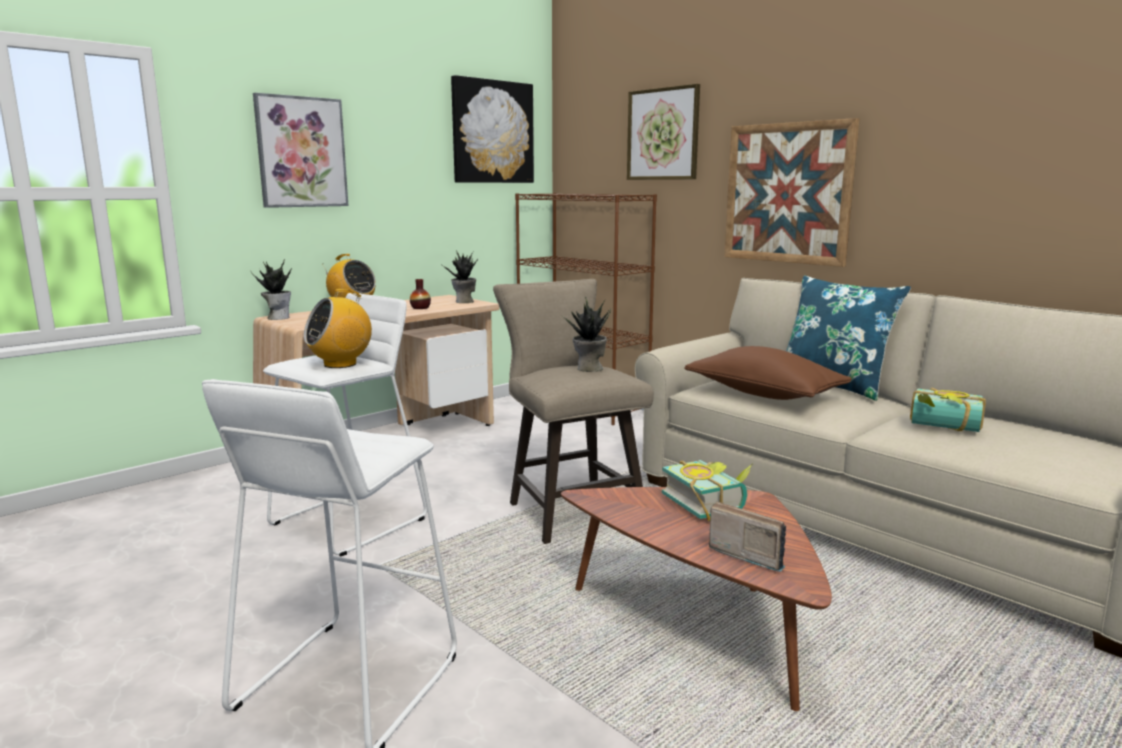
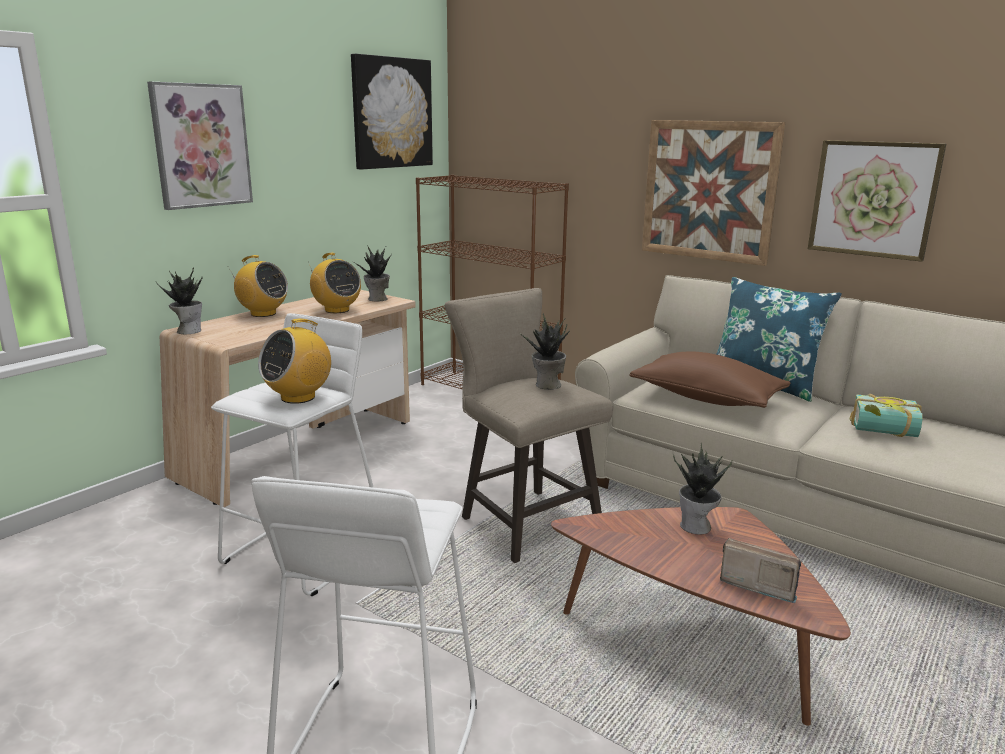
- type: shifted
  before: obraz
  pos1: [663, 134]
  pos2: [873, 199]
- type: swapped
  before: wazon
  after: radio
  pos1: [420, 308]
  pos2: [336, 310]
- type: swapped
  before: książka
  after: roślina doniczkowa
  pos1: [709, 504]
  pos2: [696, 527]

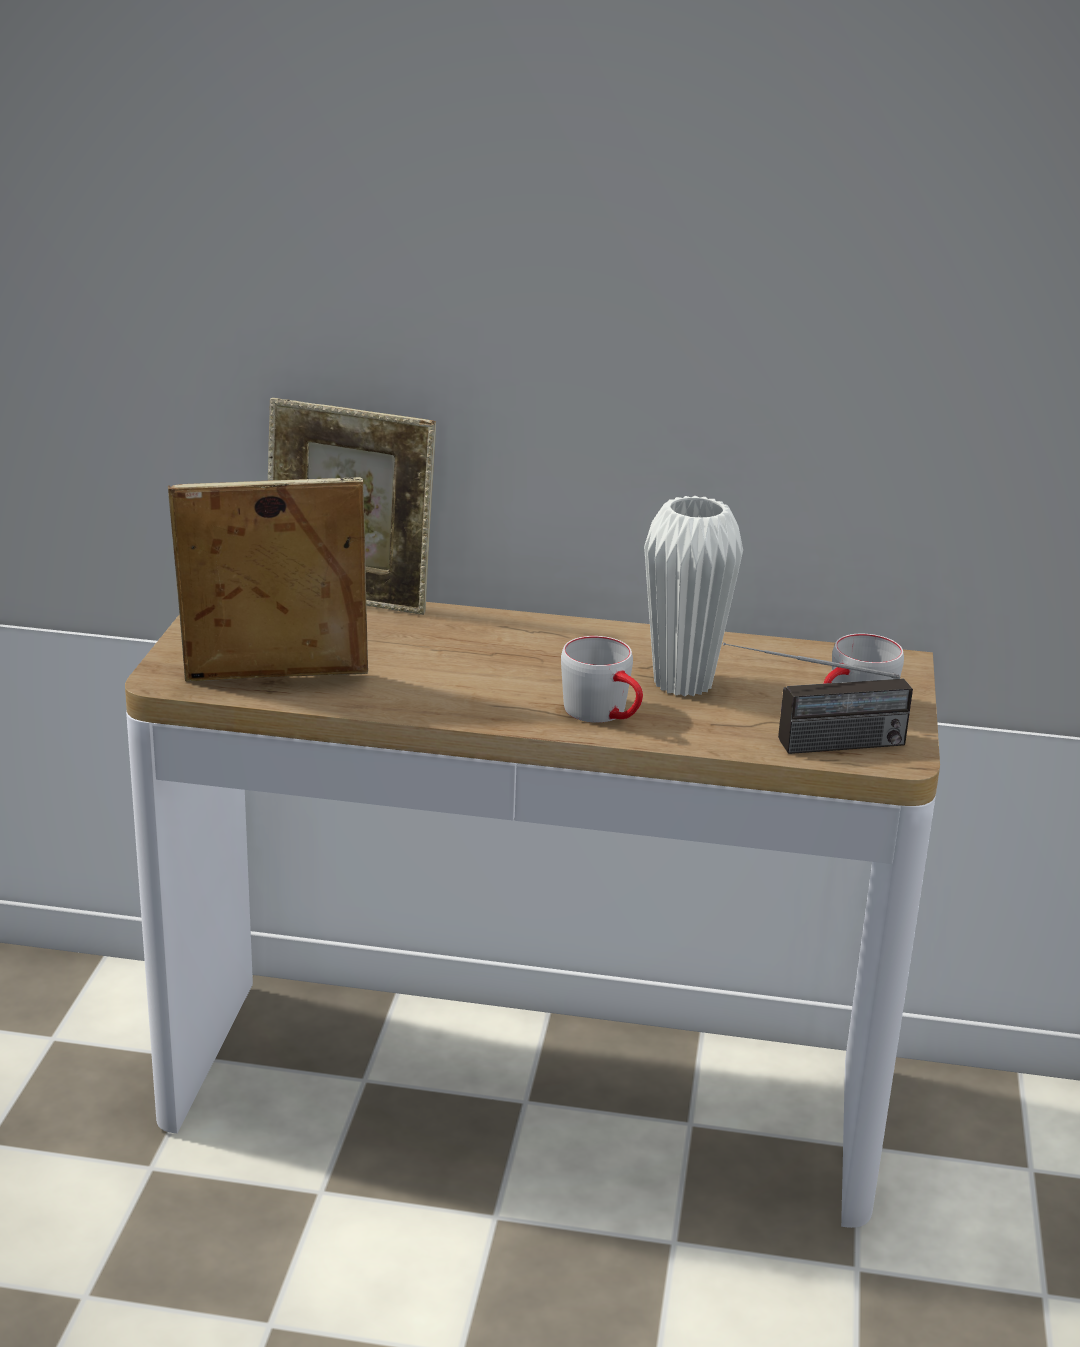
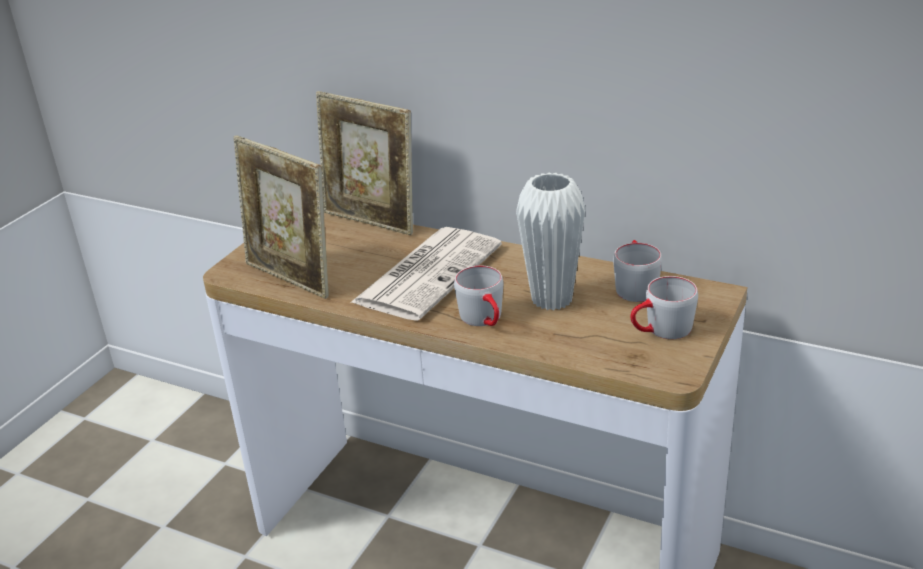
- type: rotated
  before: ramka na zdjęcie
  pos1: [274, 681]
  pos2: [291, 278]
  turn: -150
- type: gone
  before: radio
  pos1: [810, 746]
- type: new
  after: gazeta
  pos2: [428, 273]
- type: new
  after: kubek (szary)
  pos2: [634, 285]

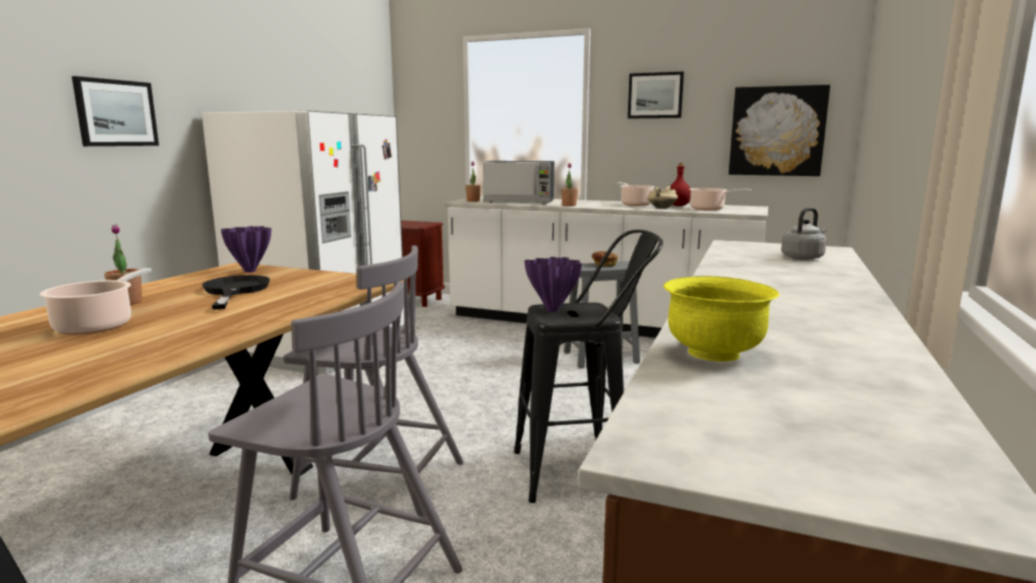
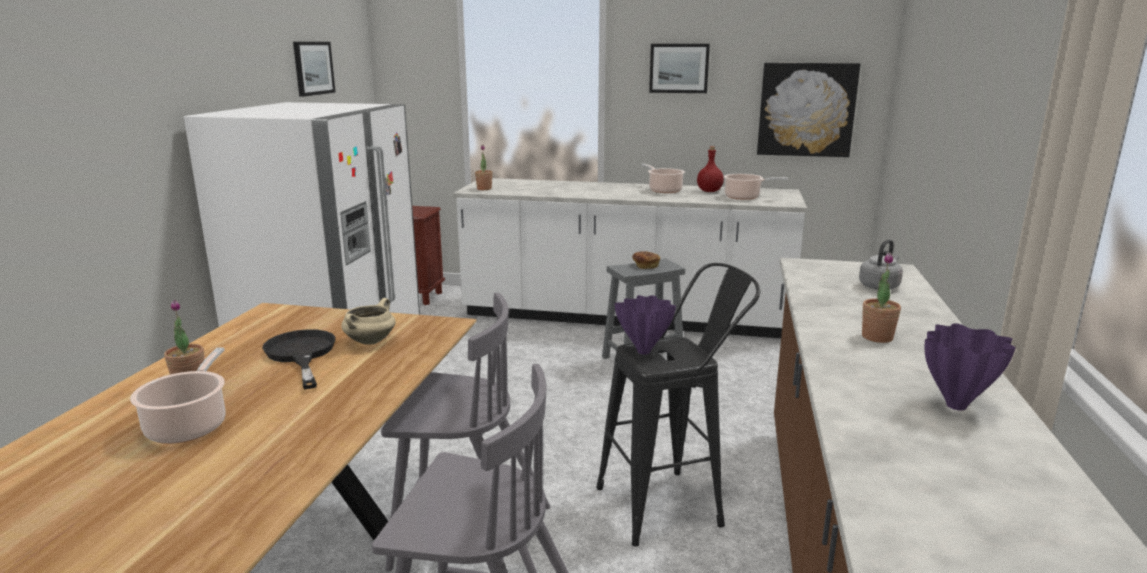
- type: shifted
  before: obraz
  pos1: [116, 113]
  pos2: [313, 68]
- type: gone
  before: mikrofalówka
  pos1: [519, 202]
- type: shifted
  before: roślina doniczkowa
  pos1: [569, 205]
  pos2: [877, 337]
- type: shifted
  before: garnek (beżowy)
  pos1: [661, 208]
  pos2: [370, 341]
- type: shifted
  before: wazon (fioletowy)
  pos1: [250, 271]
  pos2: [958, 406]
- type: gone
  before: miska (żółty)
  pos1: [715, 353]

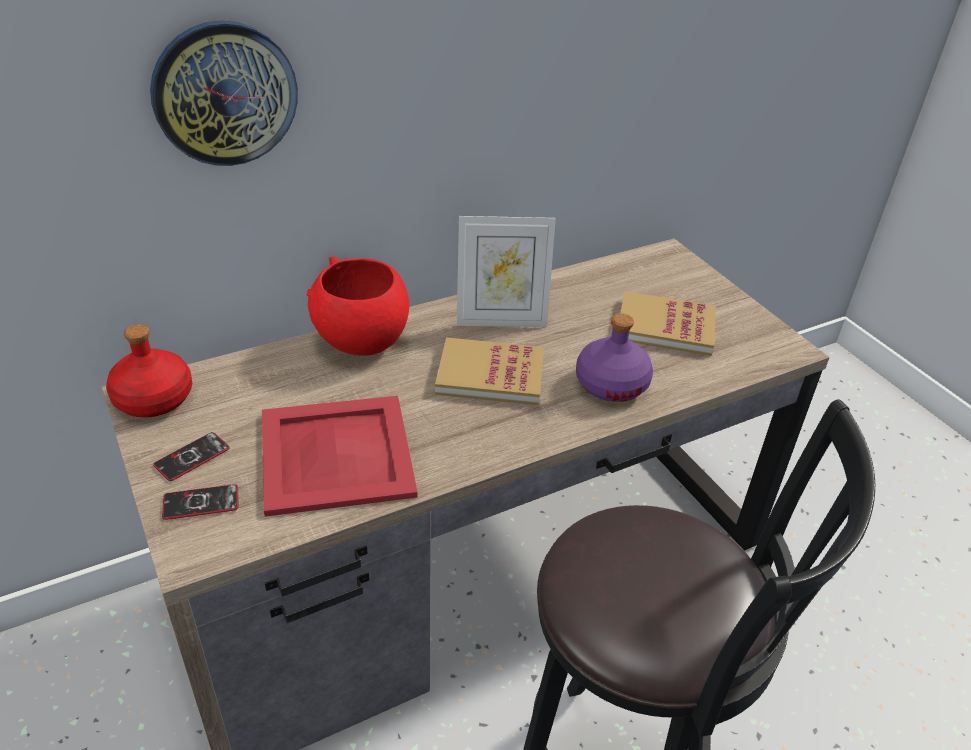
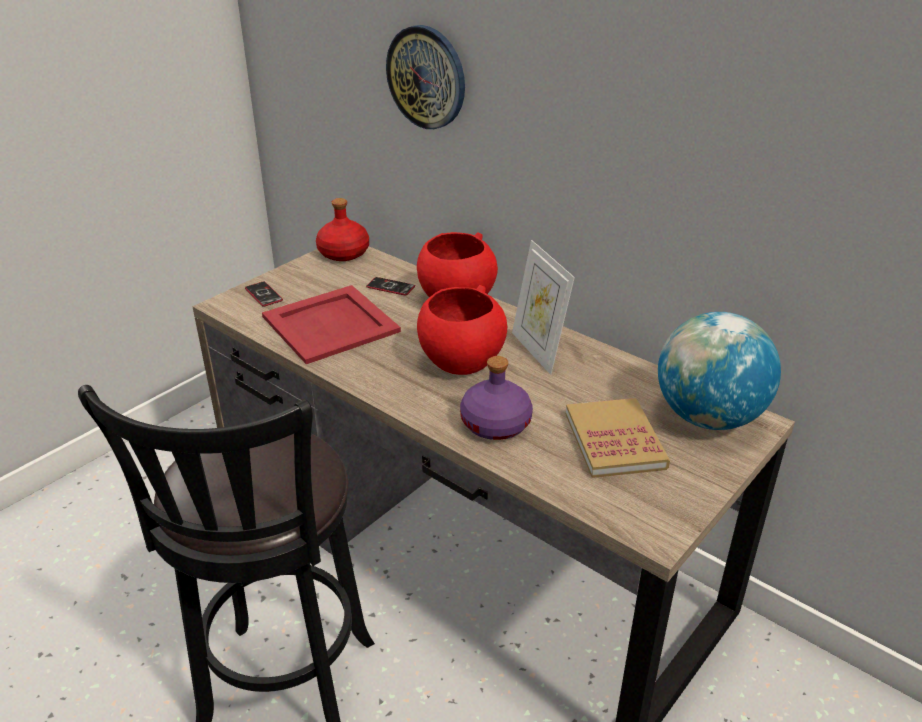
- type: swapped
  before: książka
  after: miska (czerwony)
  pos1: [490, 374]
  pos2: [461, 362]
- type: shifted
  before: telefon
  pos1: [192, 457]
  pos2: [390, 287]
- type: new
  after: globus
  pos2: [708, 417]

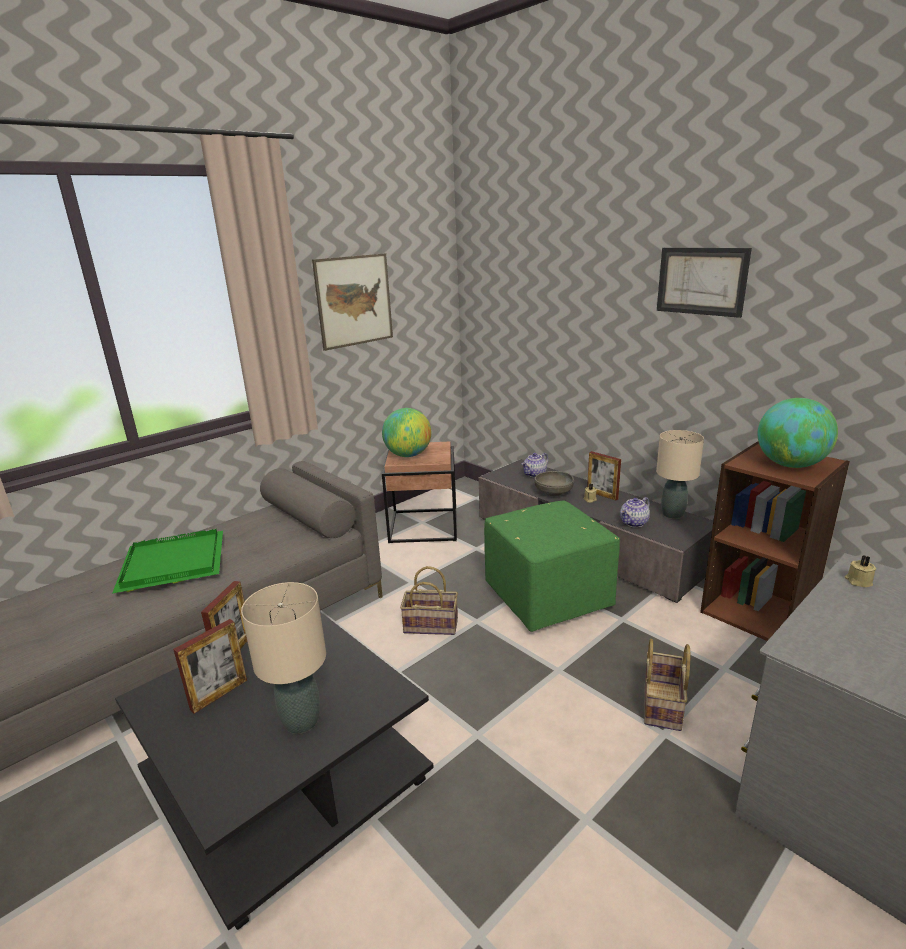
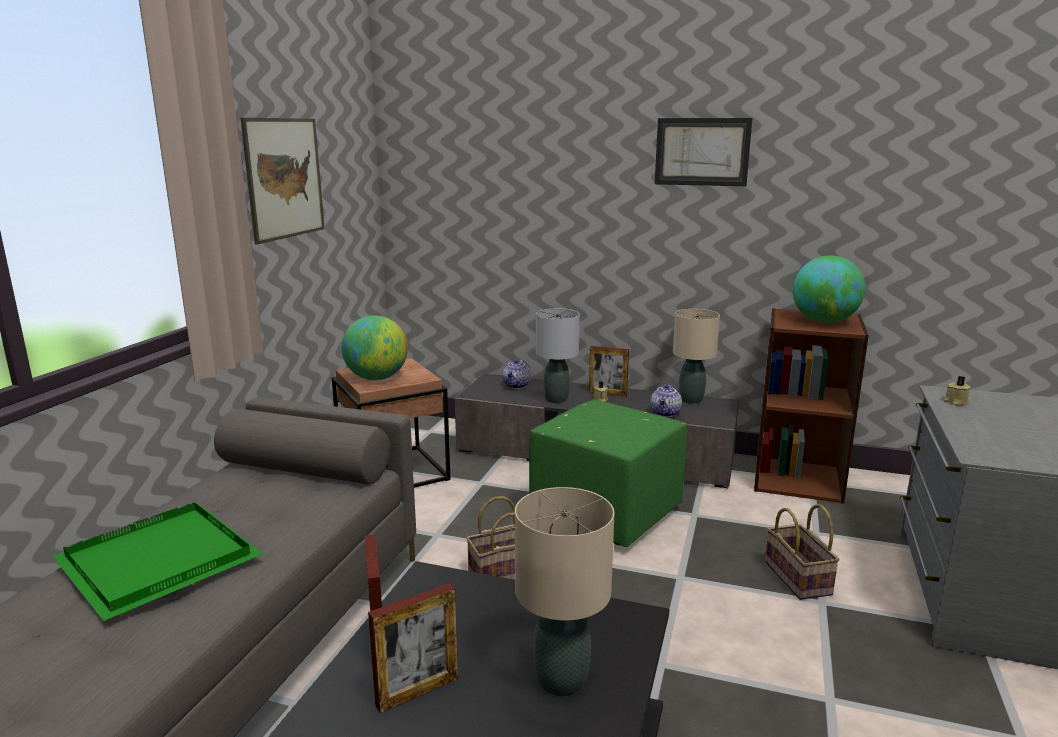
- type: swapped
  before: miska (szary)
  after: lampa stołowa (szary)
  pos1: [554, 492]
  pos2: [556, 399]
- type: rotated
  before: ramka na zdjęcie
  pos1: [219, 694]
  pos2: [417, 692]
  turn: 45

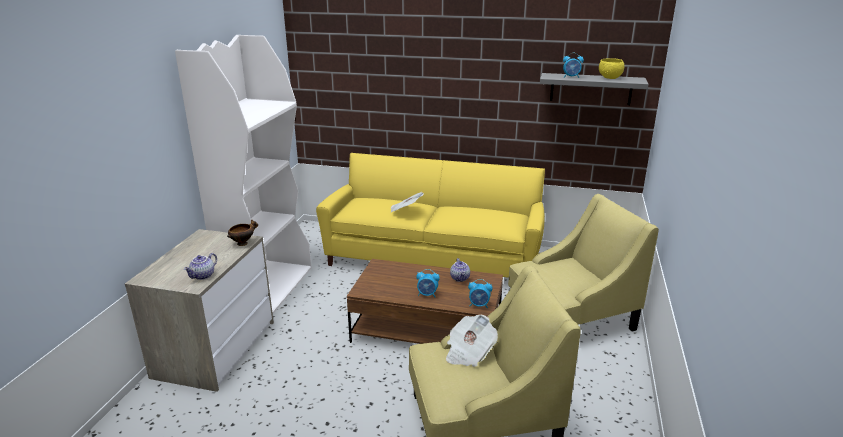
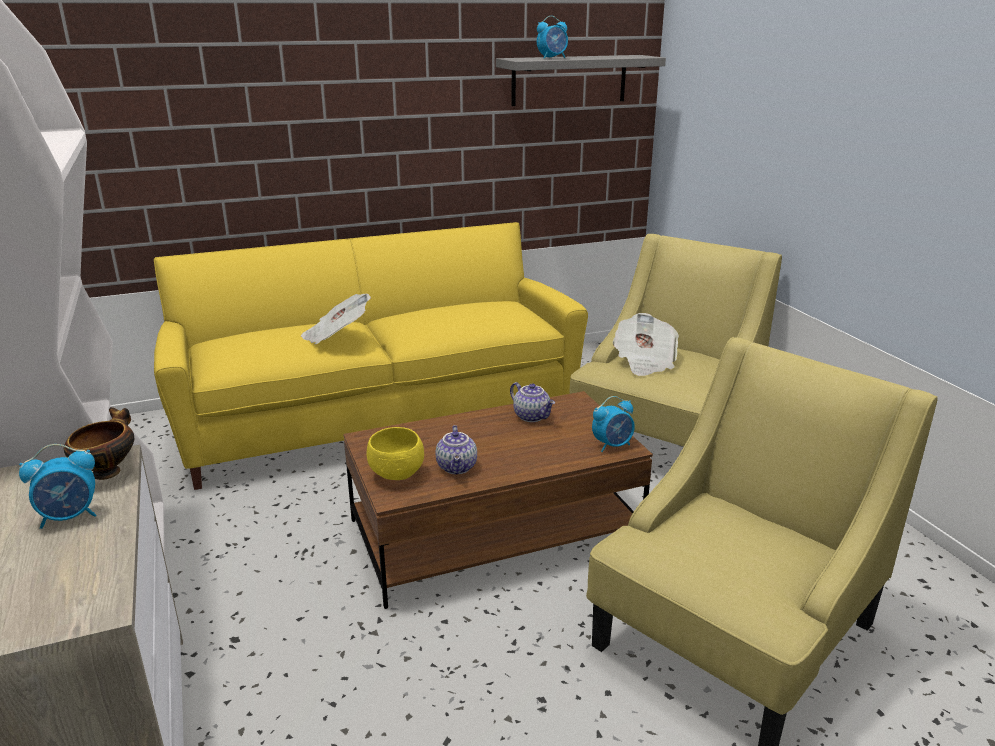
- type: shifted
  before: miska (żółty)
  pos1: [610, 78]
  pos2: [398, 475]
- type: shifted
  before: imbryk
  pos1: [203, 276]
  pos2: [457, 467]
- type: shifted
  before: budzik
  pos1: [427, 294]
  pos2: [70, 517]
- type: shifted
  before: gazeta
  pos1: [469, 352]
  pos2: [644, 362]

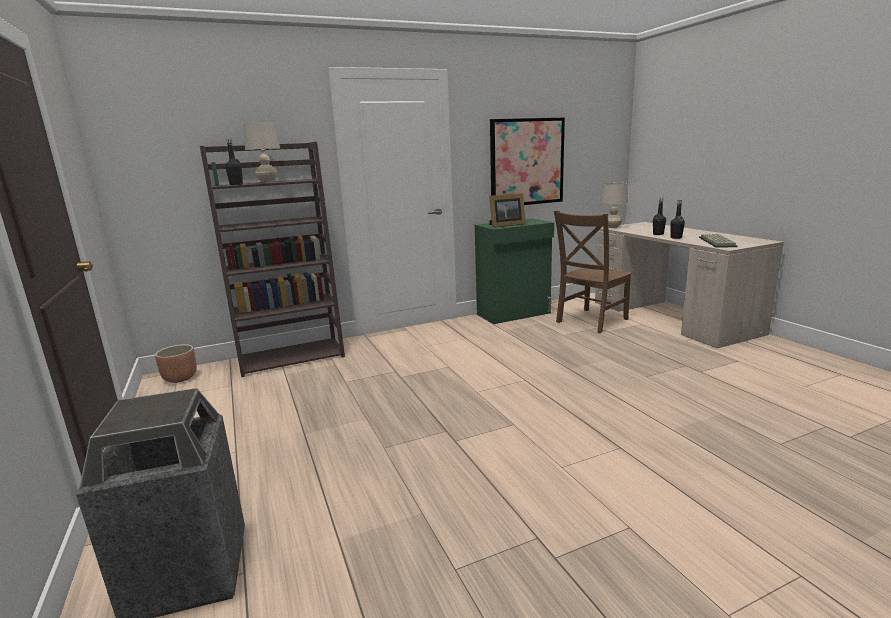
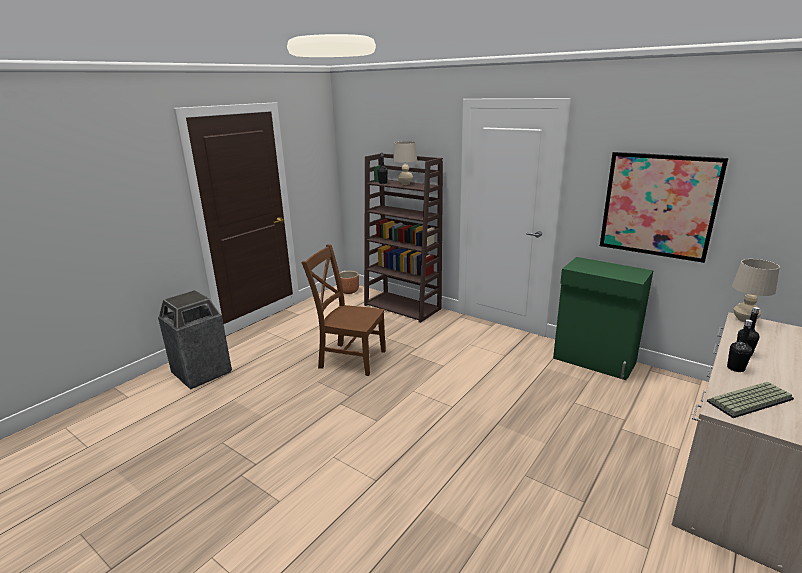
- type: gone
  before: ramka na zdjęcie
  pos1: [505, 225]
- type: shifted
  before: krzesło (brązowy)
  pos1: [590, 321]
  pos2: [350, 358]

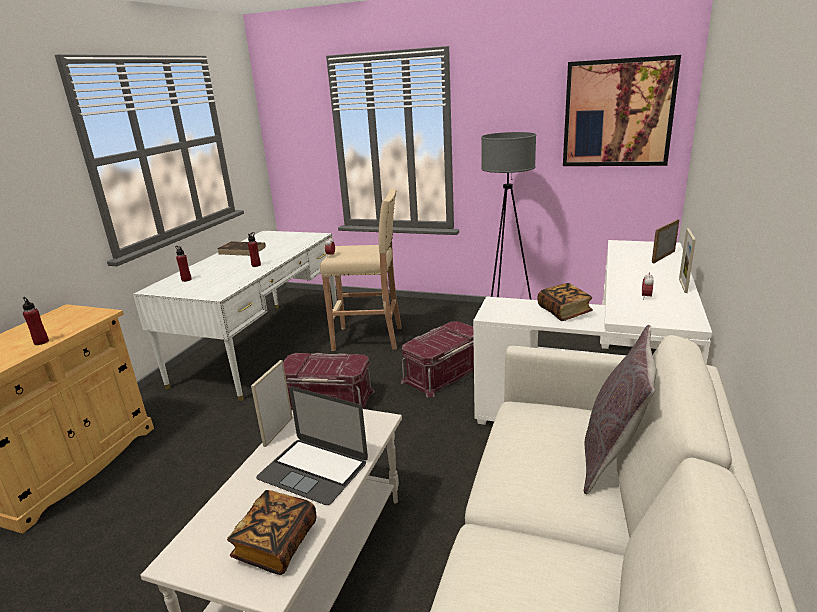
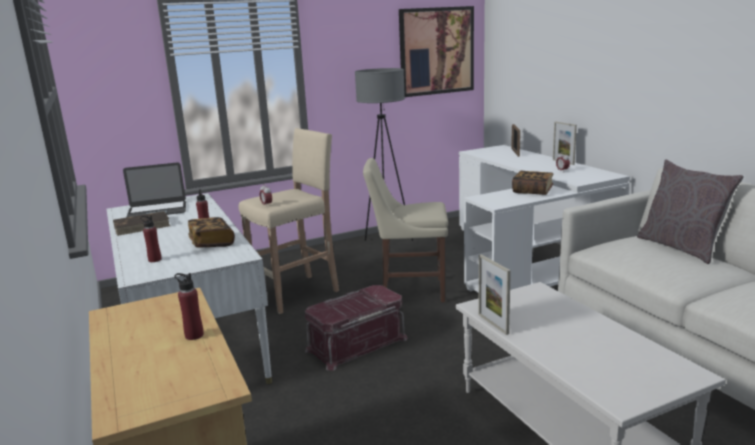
- type: swapped
  before: pojemnik do przechowywania (czerwony)
  after: krzesło (beżowy)
  pos1: [442, 373]
  pos2: [409, 290]
- type: shifted
  before: laptop
  pos1: [313, 470]
  pos2: [157, 210]
- type: shifted
  before: książka
  pos1: [276, 544]
  pos2: [211, 243]

